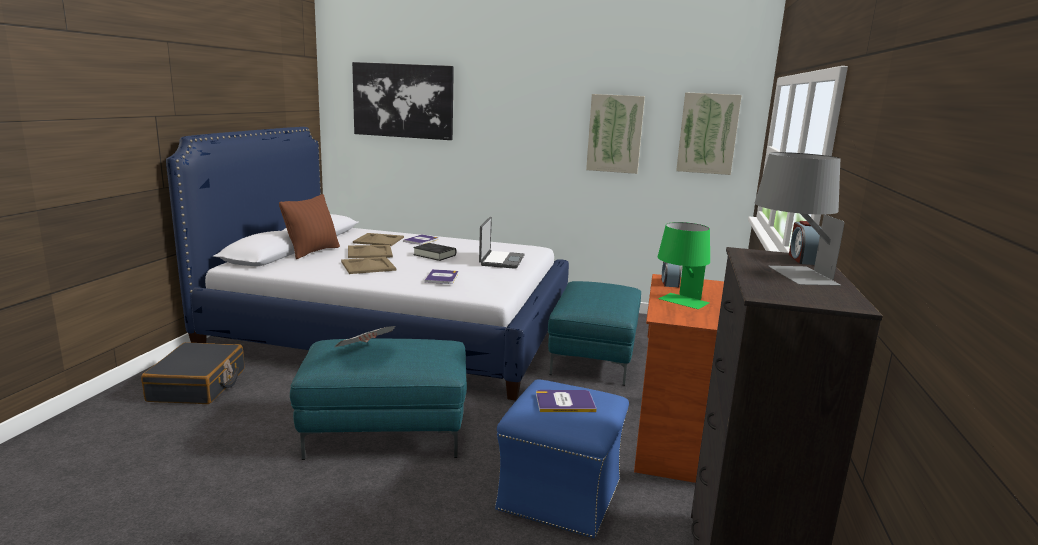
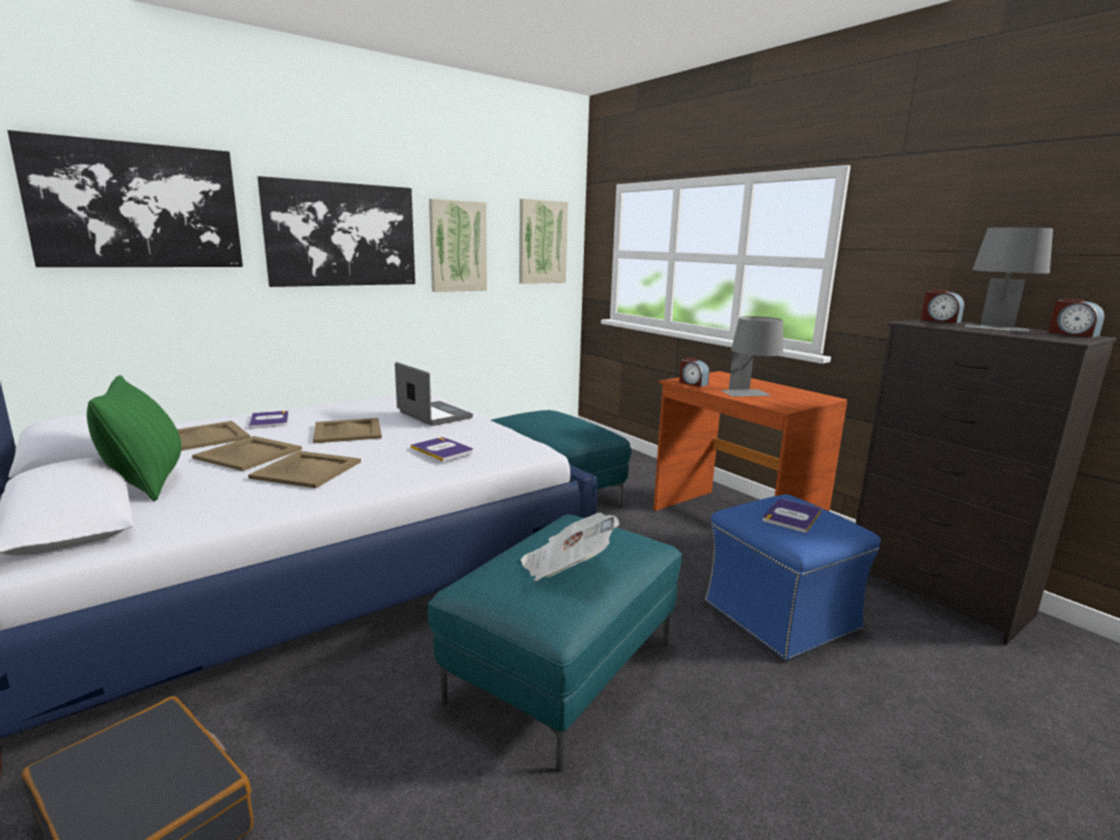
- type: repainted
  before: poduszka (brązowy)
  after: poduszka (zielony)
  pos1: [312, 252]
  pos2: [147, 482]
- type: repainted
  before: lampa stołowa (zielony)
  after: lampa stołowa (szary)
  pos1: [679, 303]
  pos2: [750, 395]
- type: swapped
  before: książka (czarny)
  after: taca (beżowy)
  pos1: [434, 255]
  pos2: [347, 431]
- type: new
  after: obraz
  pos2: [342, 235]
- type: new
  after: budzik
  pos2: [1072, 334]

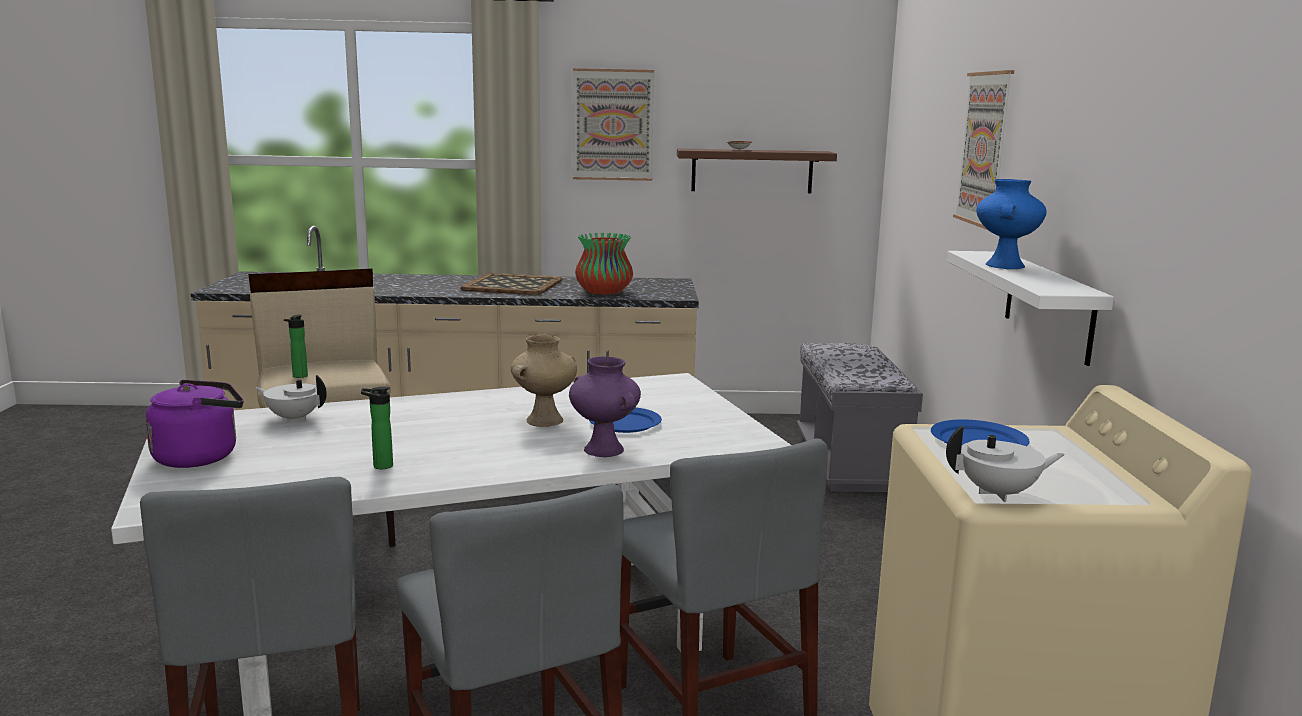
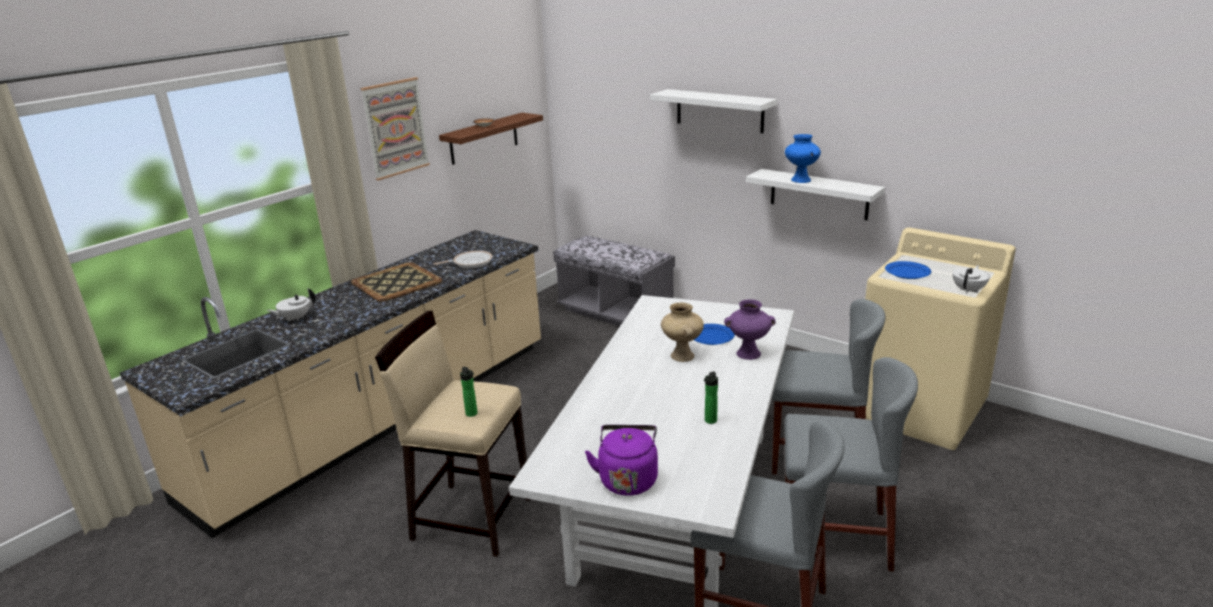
- type: swapped
  before: obraz
  after: półka (biały)
  pos1: [984, 149]
  pos2: [719, 111]
- type: swapped
  before: wazon
  after: patelnia
  pos1: [603, 292]
  pos2: [470, 262]
- type: shifted
  before: imbryk (biały)
  pos1: [294, 418]
  pos2: [295, 318]

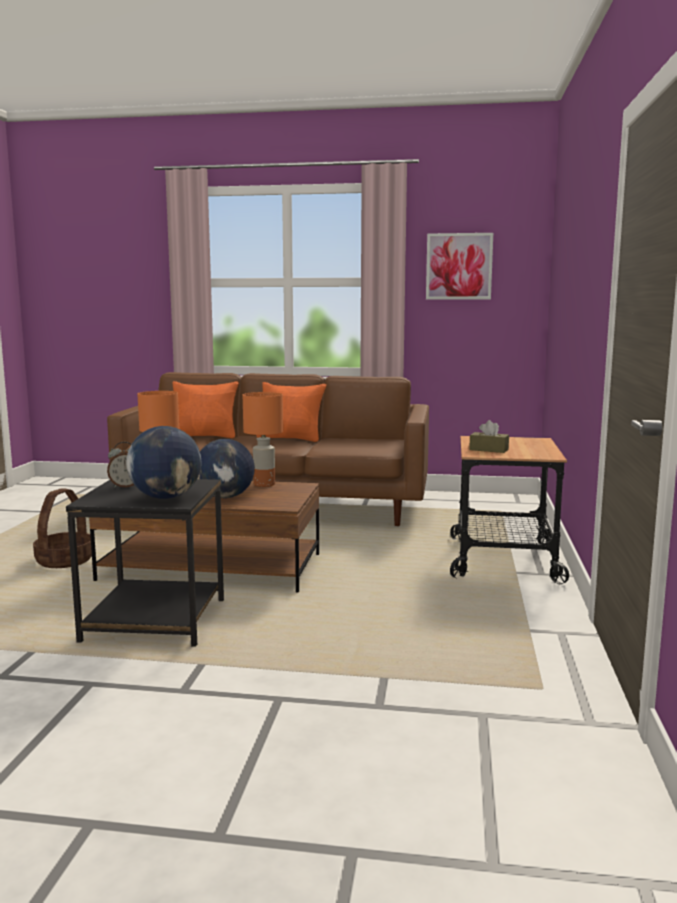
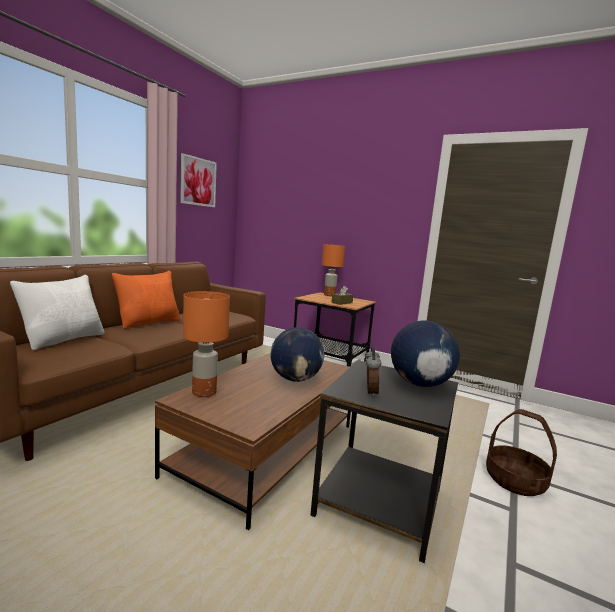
- type: repainted
  before: poduszka (pomarańczowy)
  after: poduszka (biały)
  pos1: [205, 436]
  pos2: [64, 340]
- type: shifted
  before: lampa stołowa (pomarańczowy)
  pos1: [264, 484]
  pos2: [329, 295]
- type: shifted
  before: koszyk
  pos1: [65, 561]
  pos2: [515, 480]

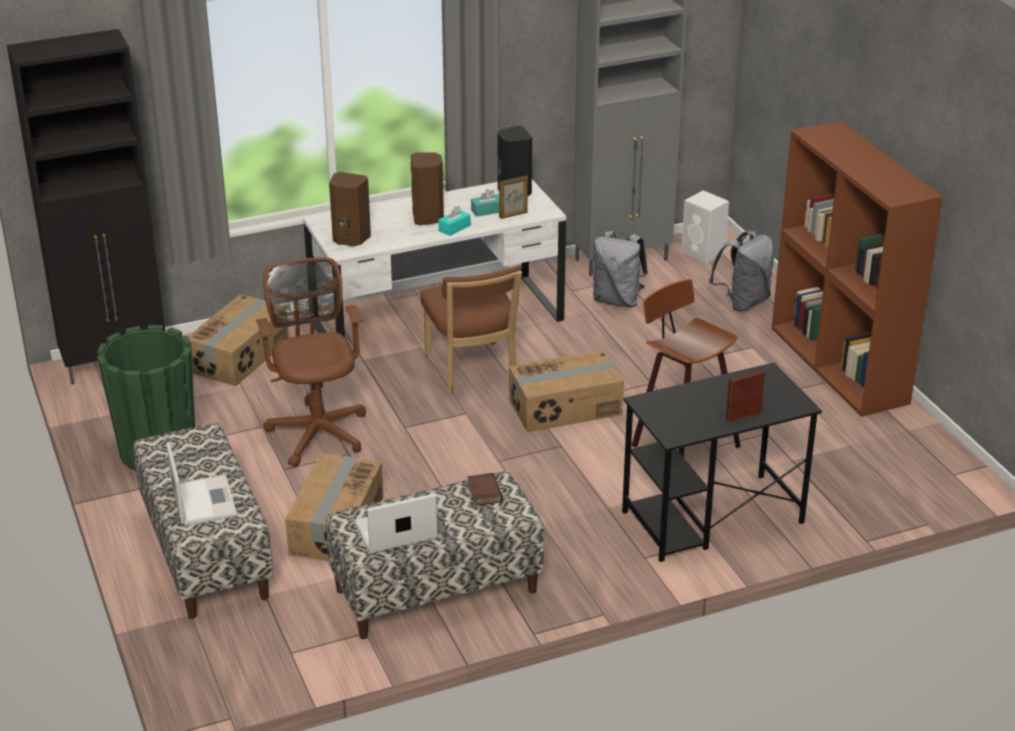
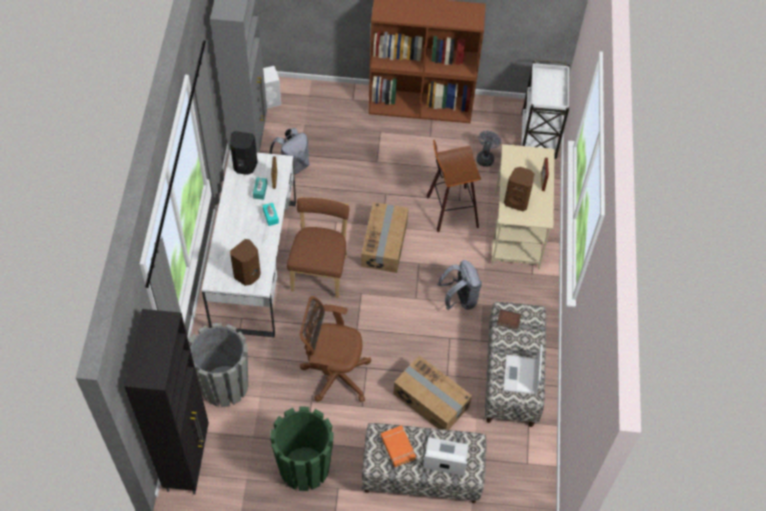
- type: shifted
  before: głośnik (brązowy)
  pos1: [428, 218]
  pos2: [517, 201]
- type: shifted
  before: plecak (szary)
  pos1: [743, 302]
  pos2: [459, 299]
- type: rotated
  before: krzesło (brązowy)
  pos1: [472, 371]
  pos2: [320, 271]
  turn: -90
- type: swapped
  before: karton
  after: donica (szary)
  pos1: [240, 356]
  pos2: [224, 385]
- type: repainted
  before: biurko (czarny)
  after: biurko (beżowy)
  pos1: [711, 518]
  pos2: [516, 230]
- type: new
  after: wózek (biały)
  pos2: [538, 138]
- type: new
  after: wentylator (szary)
  pos2: [485, 157]
- type: new
  after: książka (pomarańczowy)
  pos2: [397, 447]

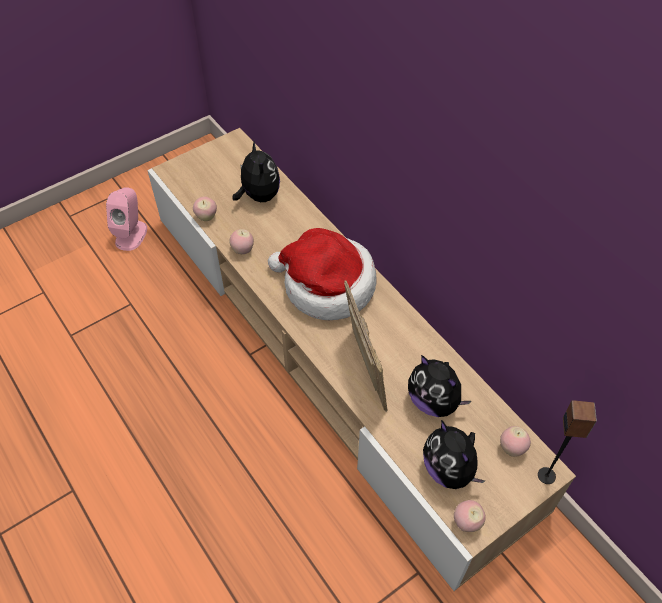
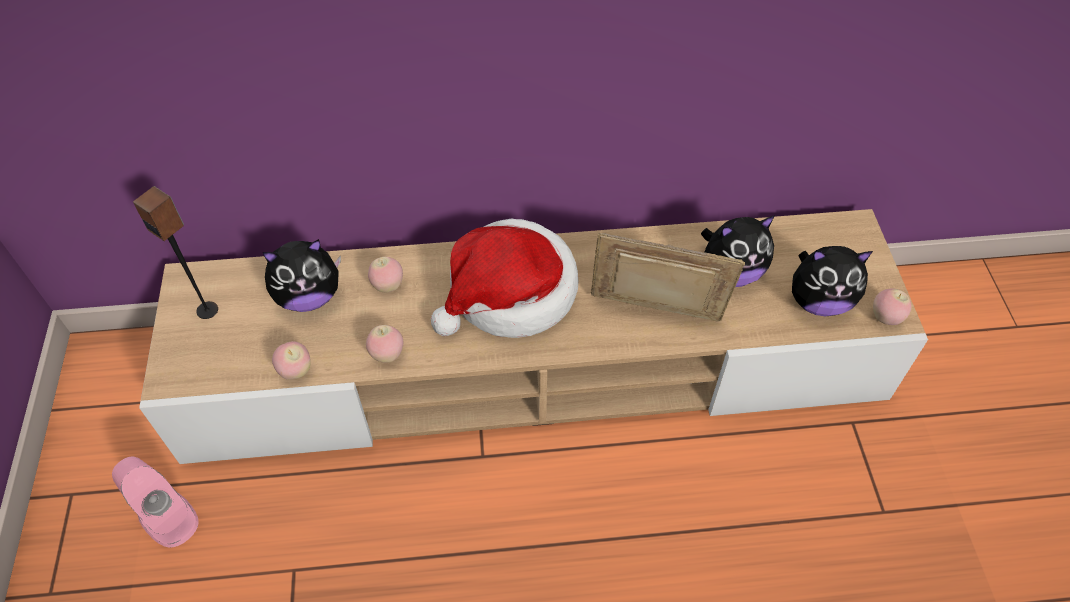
- type: rotated
  before: pluszak
  pos1: [258, 196]
  pos2: [309, 297]
  turn: 150
- type: shifted
  before: głośnik
  pos1: [547, 475]
  pos2: [207, 310]
- type: shifted
  before: jabłko
  pos1: [512, 448]
  pos2: [388, 286]

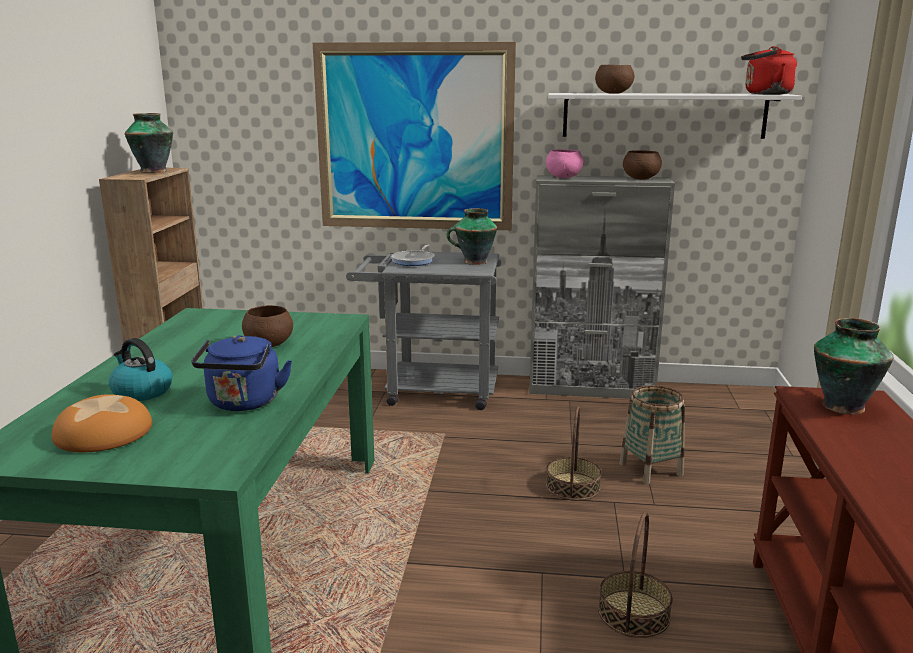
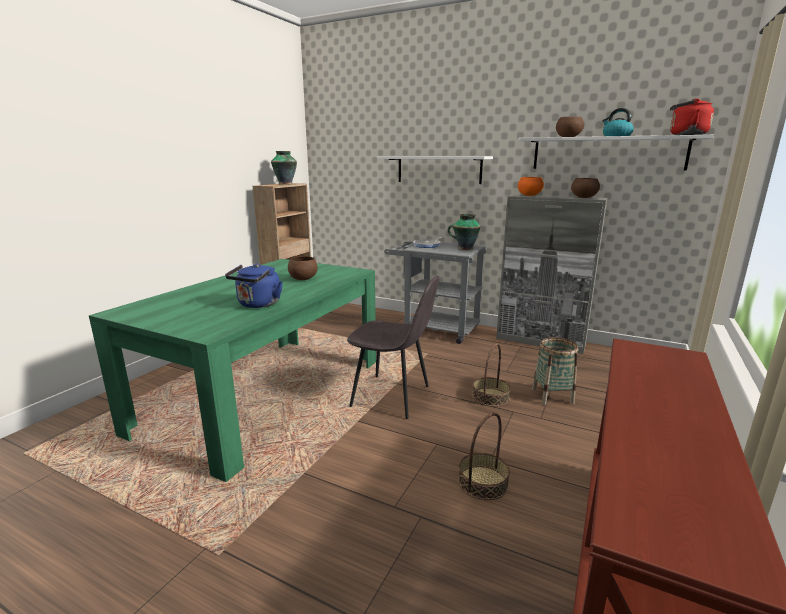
- type: swapped
  before: obraz
  after: półka (biały)
  pos1: [414, 138]
  pos2: [438, 169]
- type: repainted
  before: miska (różowy)
  after: miska (pomarańczowy)
  pos1: [563, 177]
  pos2: [529, 195]
- type: gone
  before: wazon
  pos1: [843, 405]
- type: shifted
  before: czajnik
  pos1: [141, 392]
  pos2: [616, 136]
- type: gone
  before: chleb
  pos1: [102, 433]
- type: new
  after: krzesło (szary)
  pos2: [393, 397]

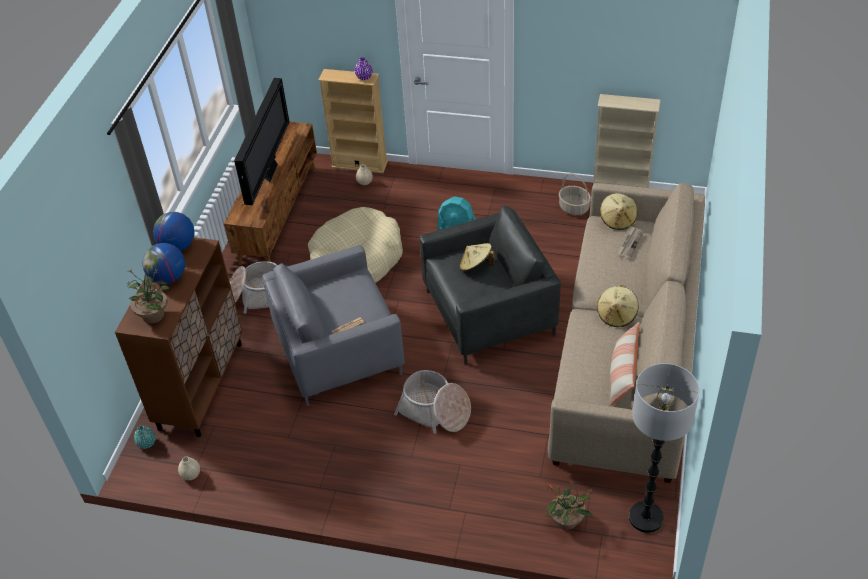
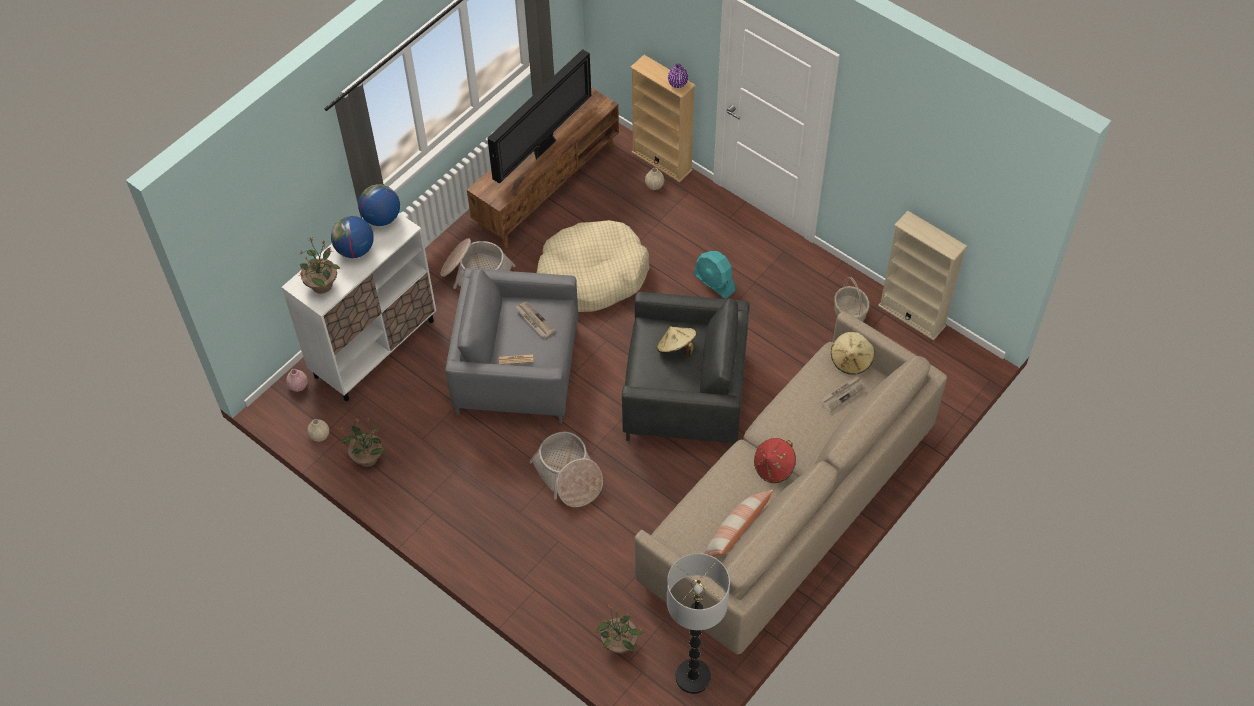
- type: repainted
  before: szafka (brązowy)
  after: szafka (biały)
  pos1: [201, 385]
  pos2: [375, 348]
- type: repainted
  before: kapelusz (beżowy)
  after: kapelusz (czerwony)
  pos1: [617, 315]
  pos2: [774, 467]
- type: repainted
  before: wazon (turkusowy)
  after: wazon (różowy)
  pos1: [147, 443]
  pos2: [298, 386]
- type: new
  after: gazeta
  pos2: [534, 320]
- type: new
  after: roślina doniczkowa
  pos2: [367, 457]

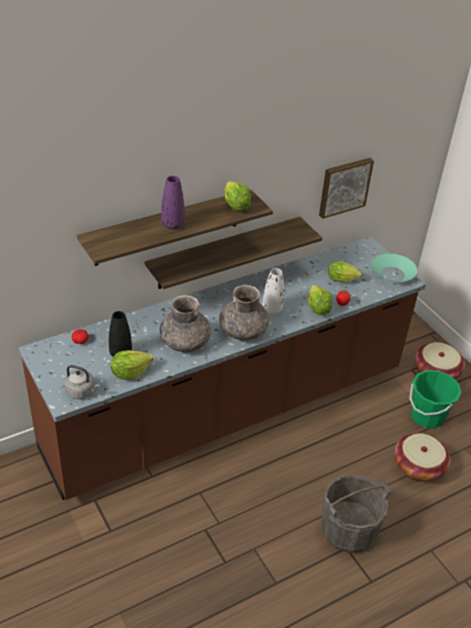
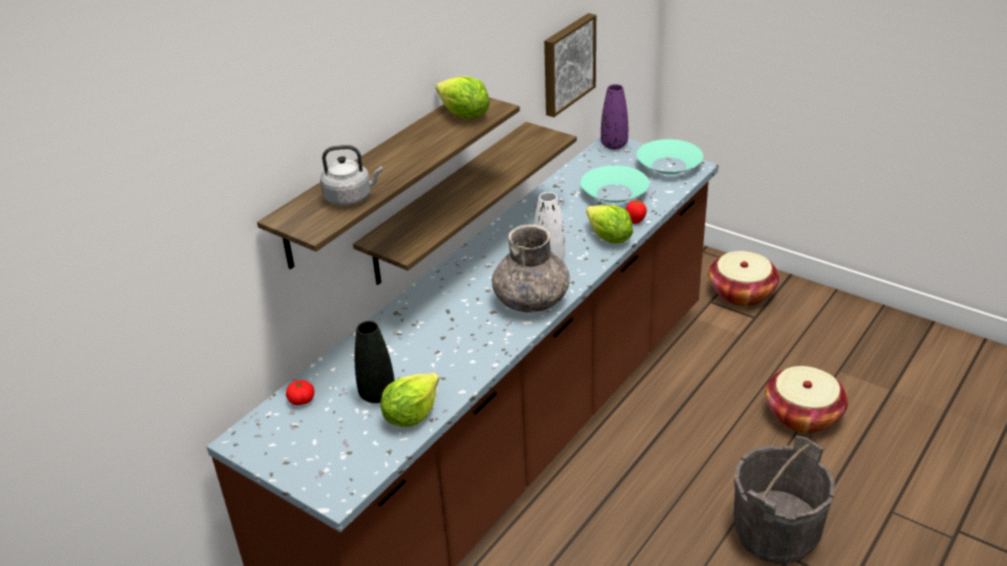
- type: shifted
  before: wazon (fioletowy)
  pos1: [172, 225]
  pos2: [614, 145]
- type: swapped
  before: sałata
  after: miska (turkusowy)
  pos1: [343, 280]
  pos2: [614, 193]
- type: gone
  before: wazon (szary)
  pos1: [185, 342]
- type: shifted
  before: czajnik (szary)
  pos1: [81, 392]
  pos2: [351, 197]
- type: gone
  before: wiadro (zielony)
  pos1: [427, 416]

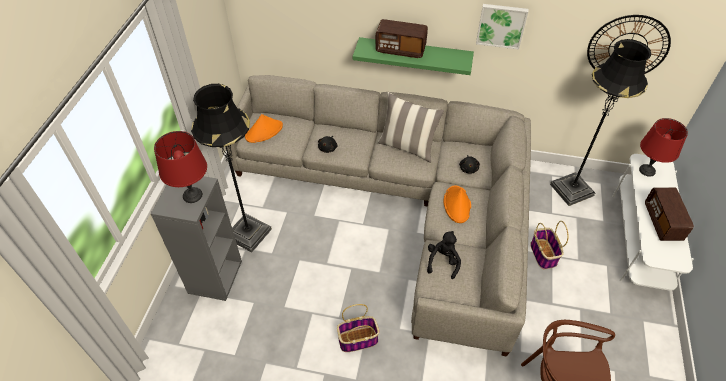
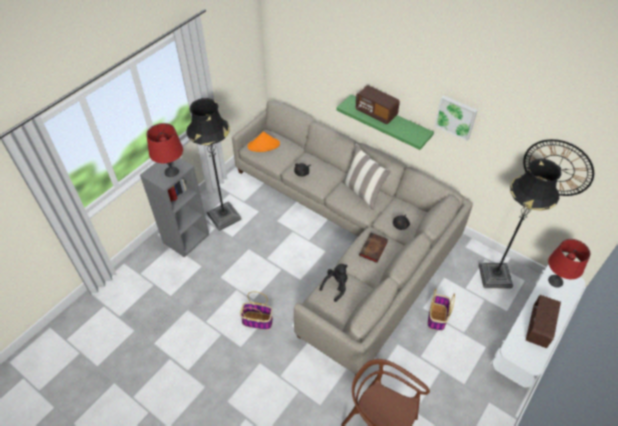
- type: swapped
  before: kapelusz (pomarańczowy)
  after: książka
  pos1: [457, 205]
  pos2: [373, 249]

